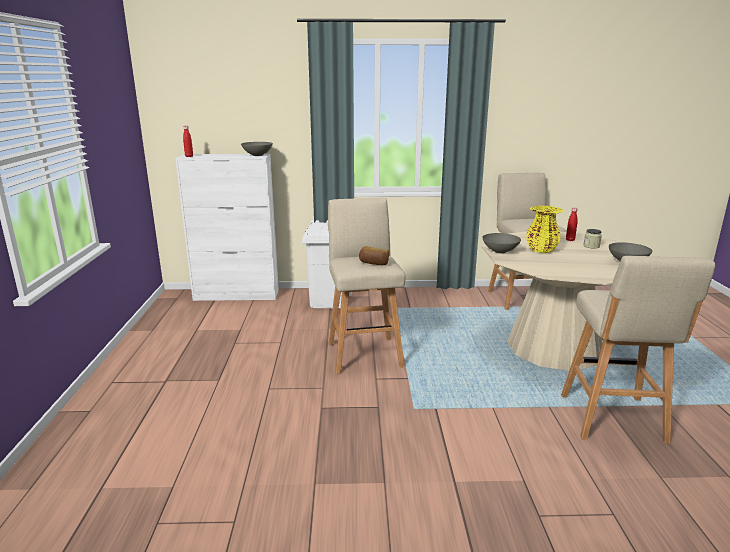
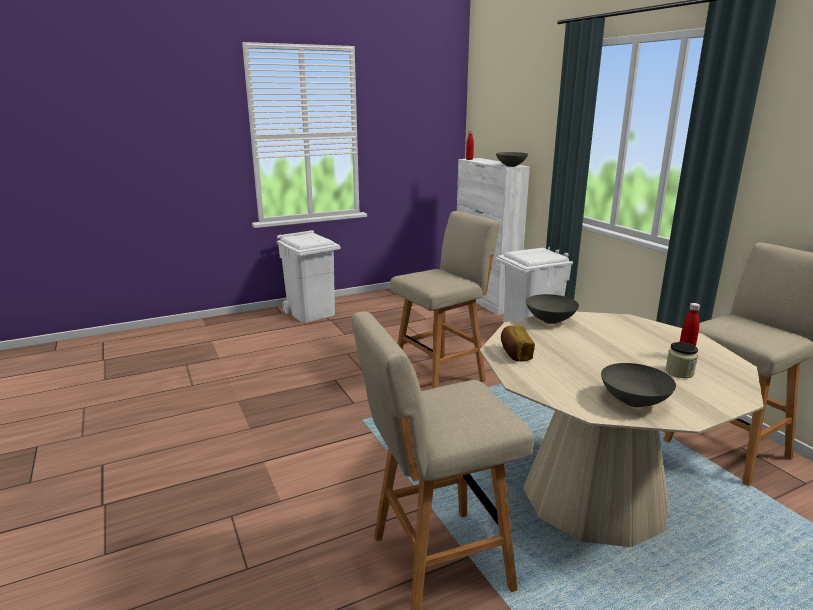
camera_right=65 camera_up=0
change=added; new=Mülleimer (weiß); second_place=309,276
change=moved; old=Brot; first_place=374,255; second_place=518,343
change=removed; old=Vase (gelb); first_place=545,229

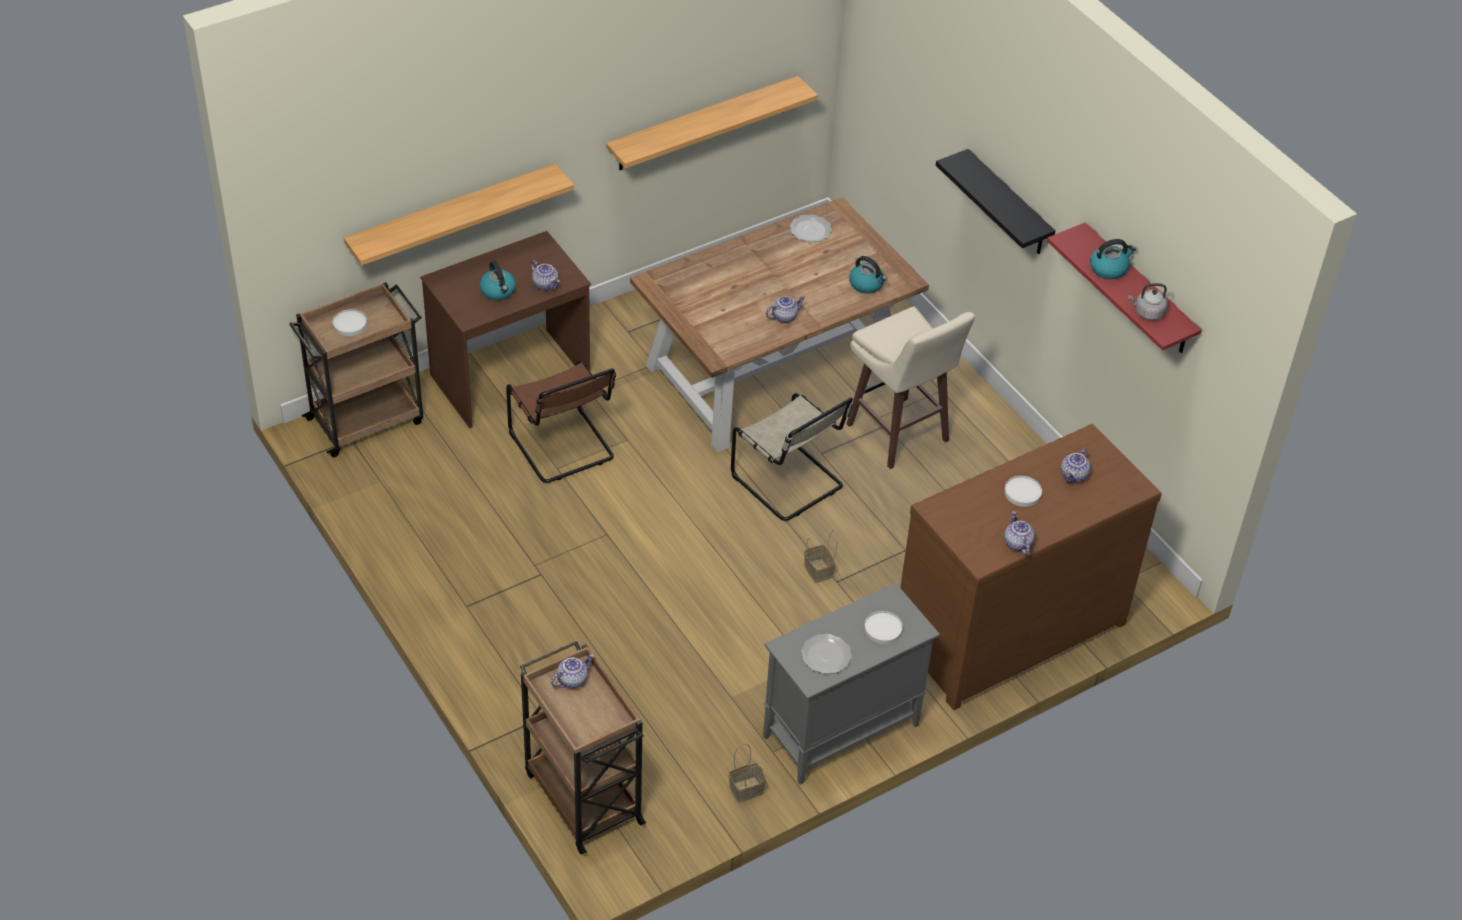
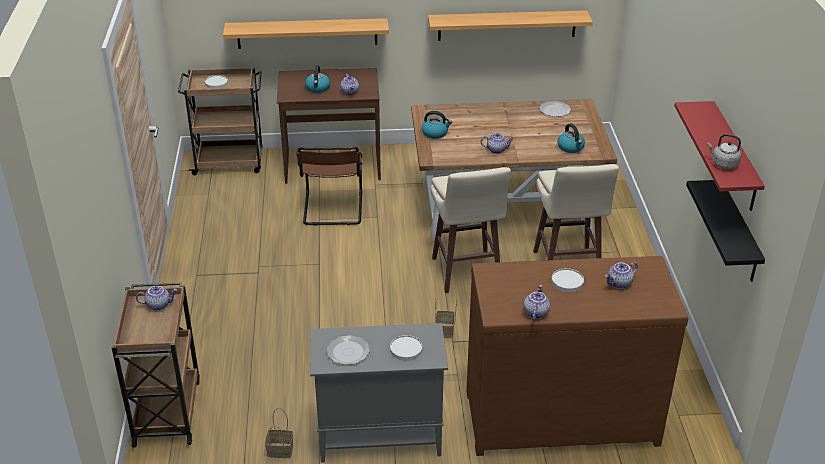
camera_right=30 camera_up=-10
change=moved; old=Wasserkessel; first_place=1113,259; second_place=437,125
change=replaced; old=Stuhl (beige); new=Hocker (beige); first_place=792,457; second_place=471,230
change=moved; old=Wandregal (schwarz); first_place=995,201; second_place=725,231

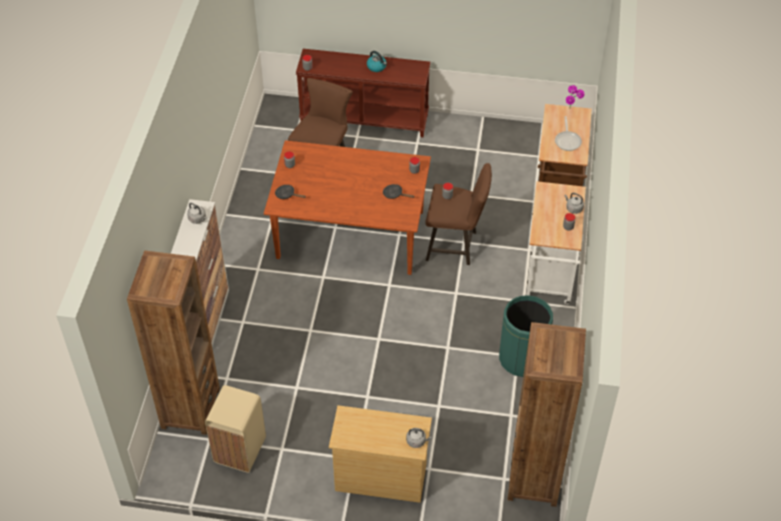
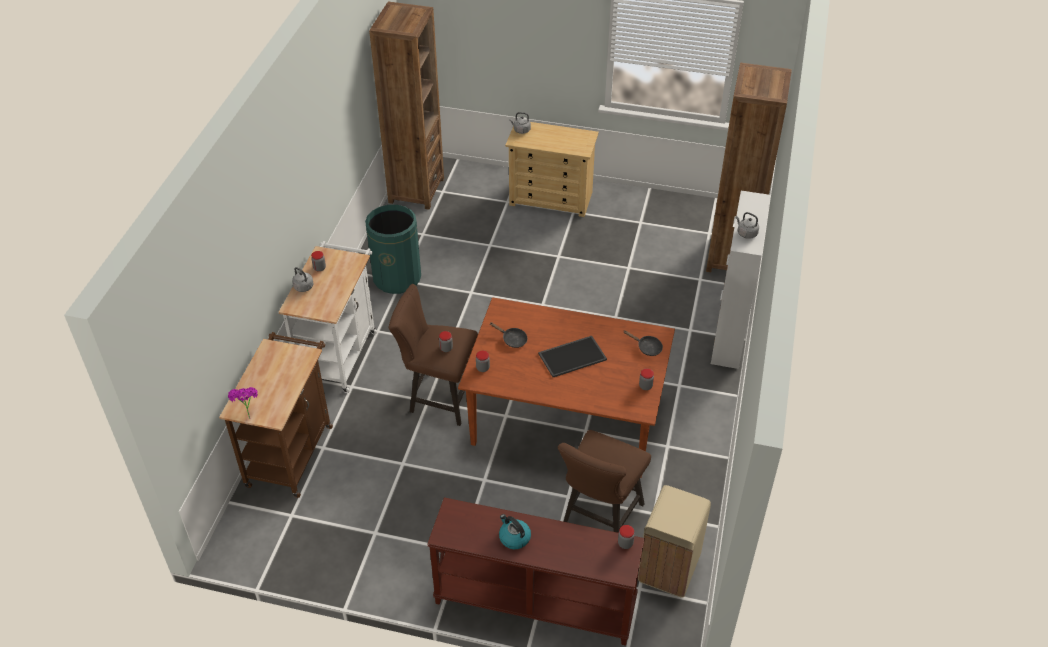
camera_right=-175 camera_up=-5
change=added; new=Tablett; second_place=572,356
change=moved; old=Mülleimer (beige); first_place=235,429; second_place=674,541
change=removed; old=Pfanne; first_place=568,133

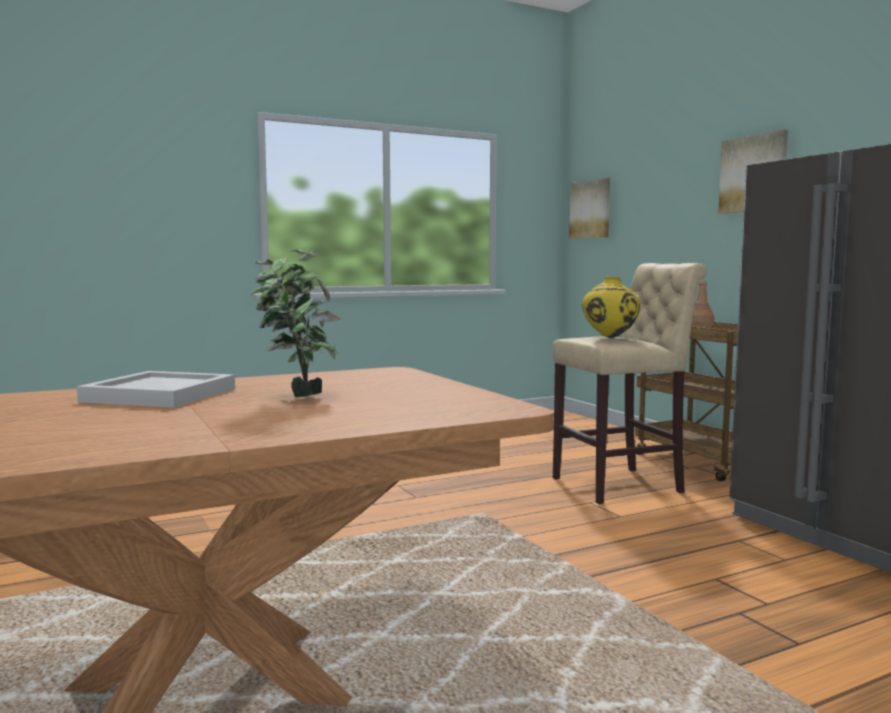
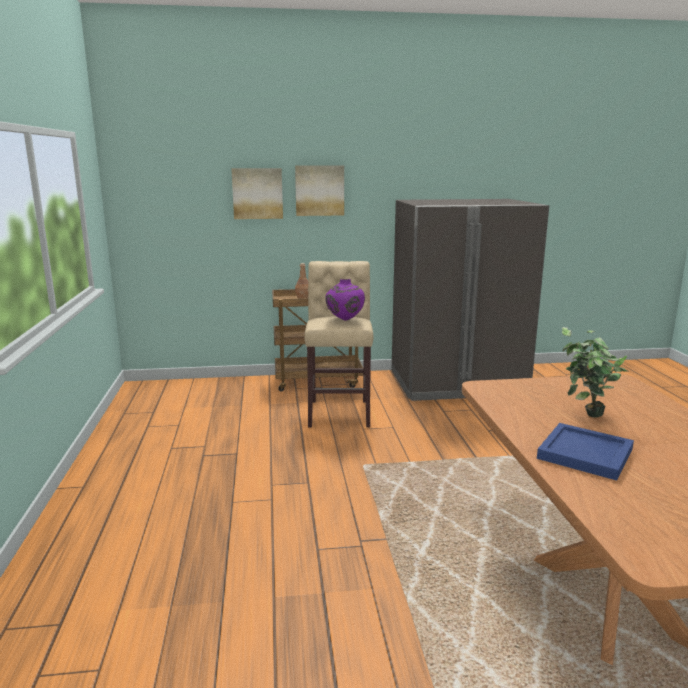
camera_right=-70 camera_up=10
change=moved; old=Bild; first_place=589,208; second_place=257,193
change=recoloured; old=Vase (gelb); new=Vase (lila); first_place=611,307; second_place=345,300
change=recoloured; old=Tablett (weiß); new=Tablett (blau); first_place=156,389; second_place=585,452

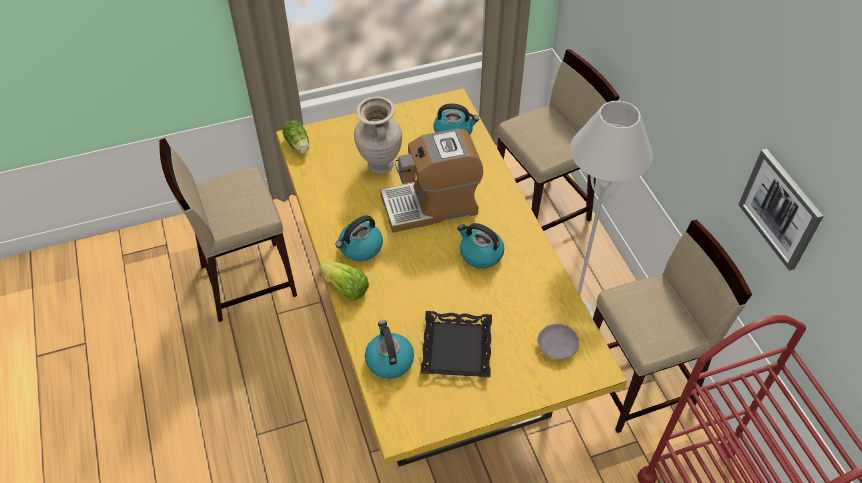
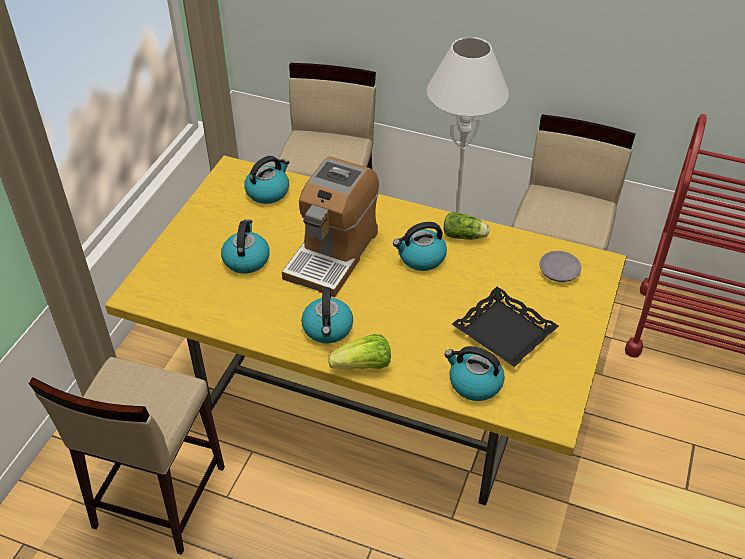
camera_right=-50 camera_up=-5
change=replaced; old=Vase (beige); new=Wasserkessel; first_place=378,135; second_place=245,246
change=moved; old=Salatkopf; first_place=296,137; second_place=467,226
change=removed; old=Bild; first_place=780,210

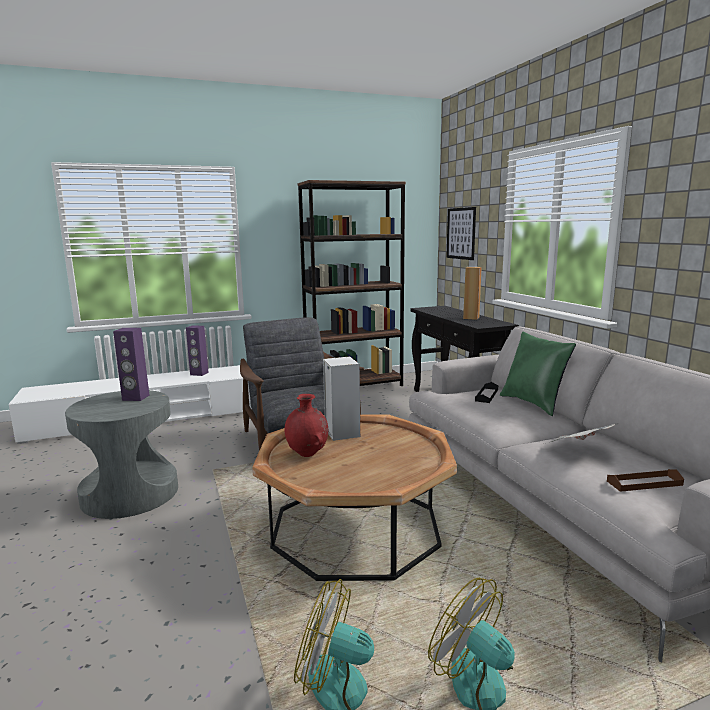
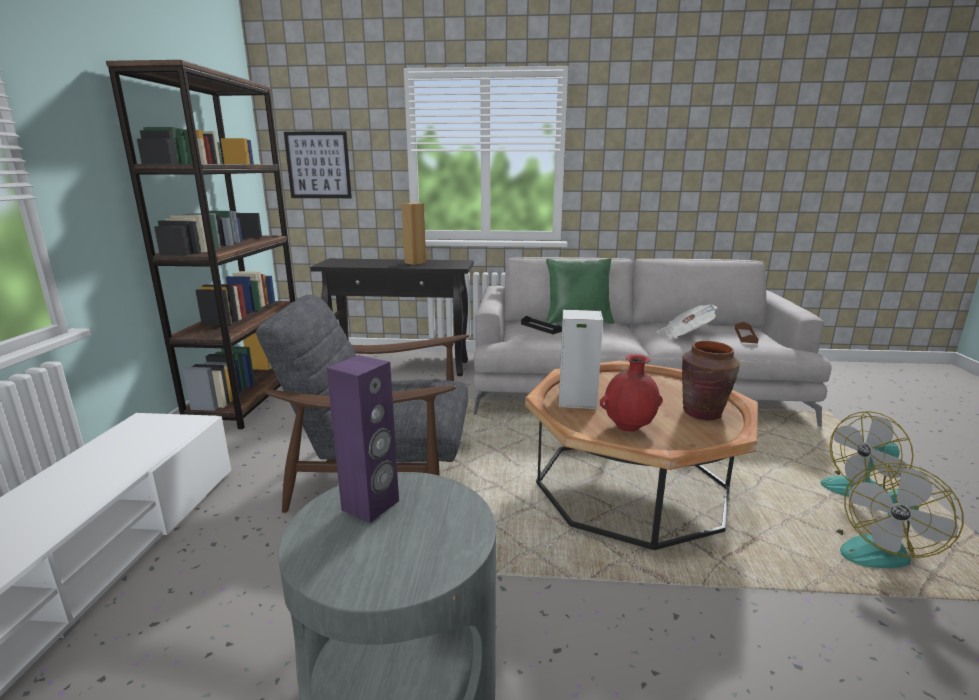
camera_right=-65 camera_up=5
change=added; new=Vase (braun); second_place=711,380
change=removed; old=Lautsprecher (lila); first_place=197,350

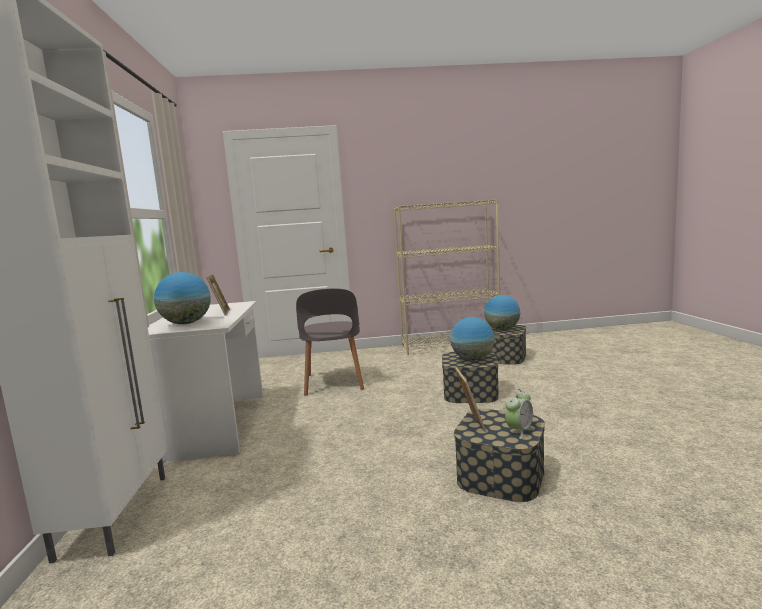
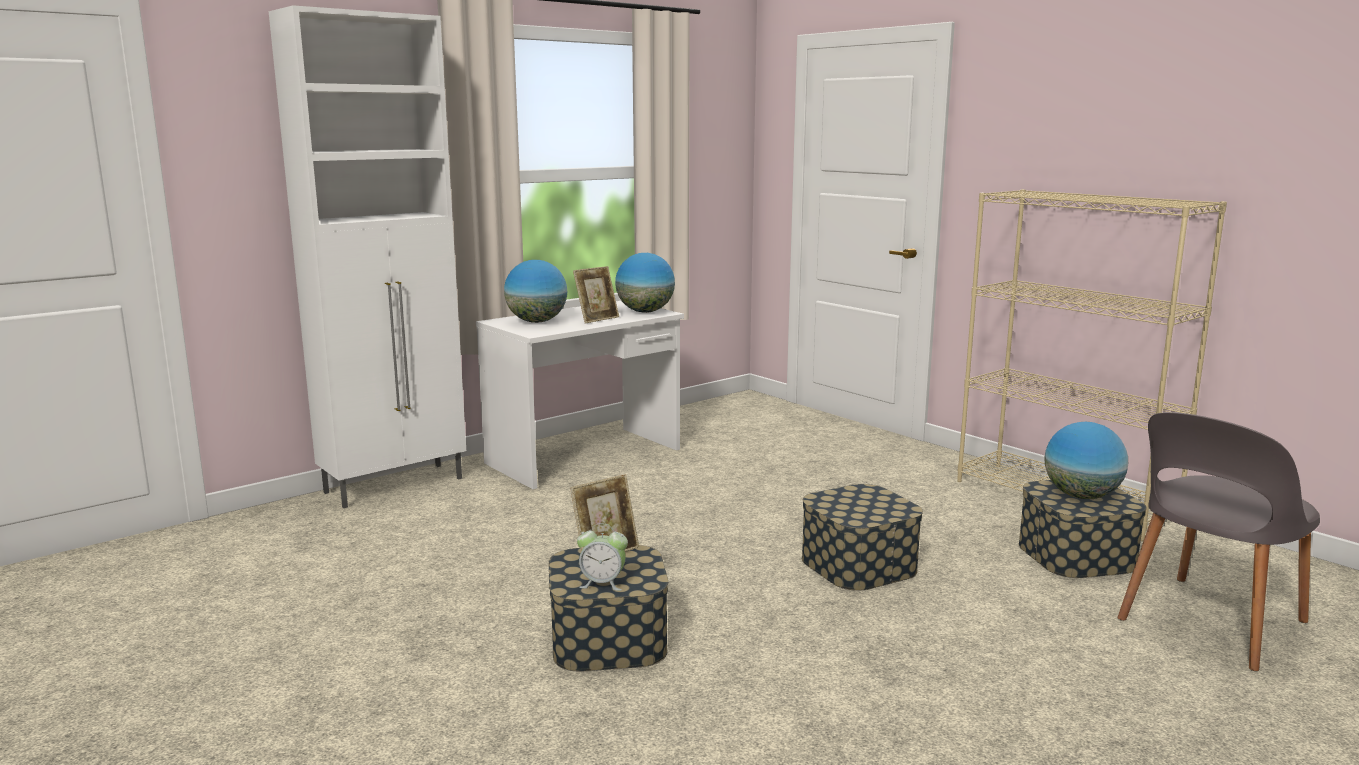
camera_right=55 camera_up=5
change=moved; old=Globus; first_place=472,339; second_place=645,283
change=moved; old=Stuhl (grau); first_place=330,342; second_place=1218,541

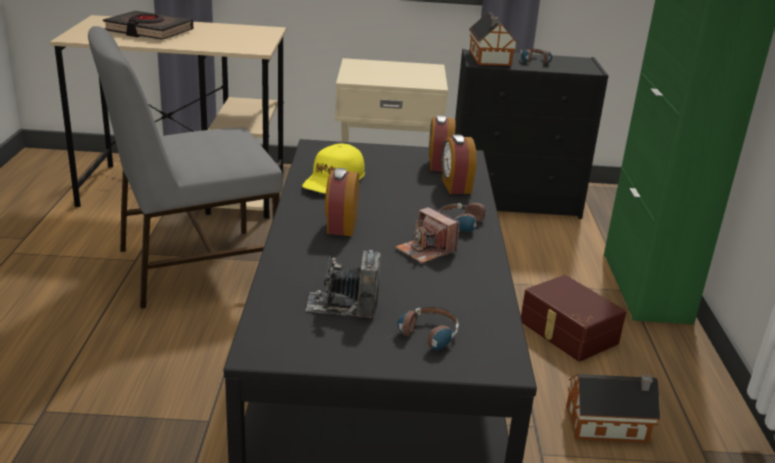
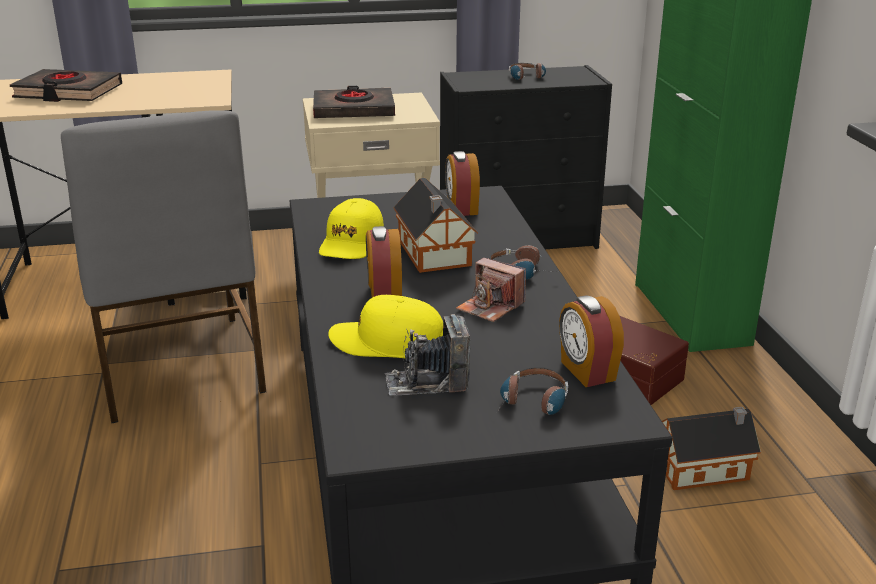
camera_right=-10 camera_up=0
change=turned; old=Stuhl (grau); first_place=185,167; second_place=163,266; degrees=-75
change=added; new=Buch (schwarz); second_place=354,102
change=added; new=Kappe (gelb); second_place=385,326
change=moved; old=Spielzeughaus; first_place=493,39; second_place=435,225
change=moved; old=Wecker; first_place=459,164; second_place=591,341

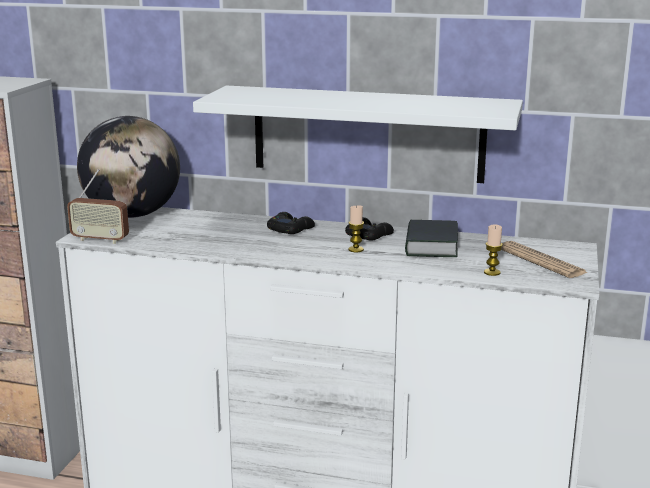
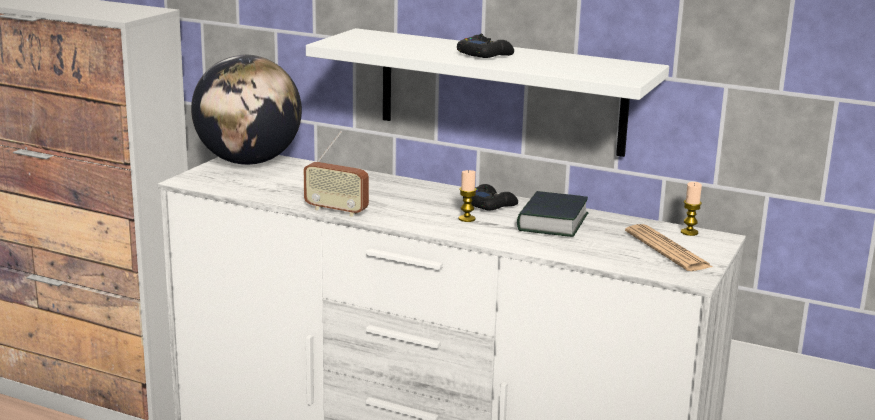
camera_right=10 camera_up=0
change=moved; old=Radio; first_place=98,206; second_place=336,174
change=moved; old=Gamepad (schwarz); first_place=291,223; second_place=485,46
change=moved; old=Kerze; first_place=493,250; second_place=691,209

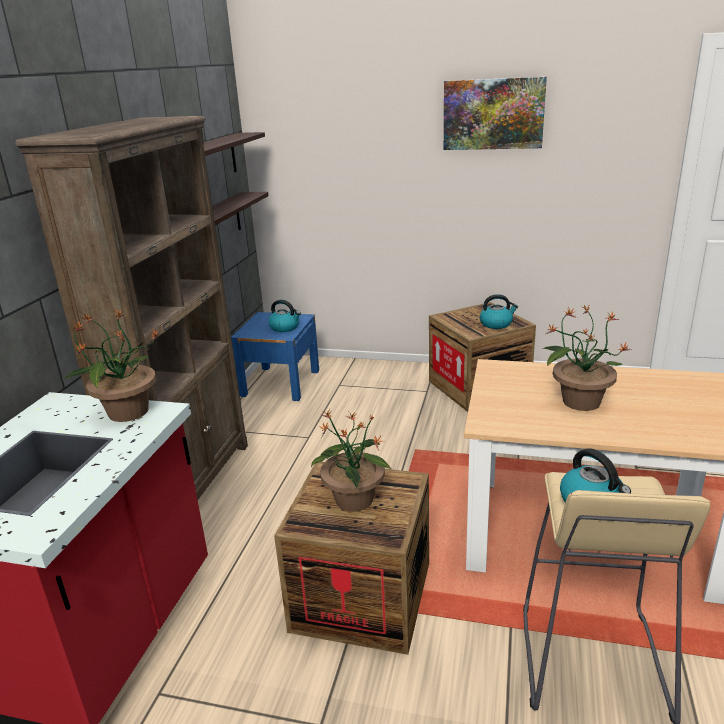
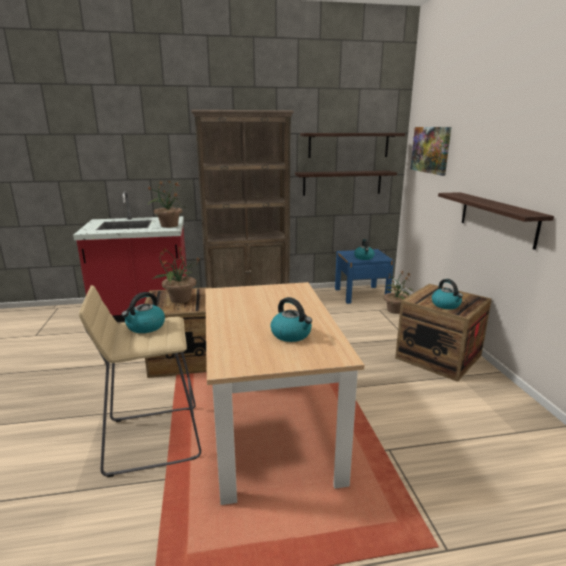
camera_right=65 camera_up=-5
change=added; new=Wasserkessel; second_place=291,319
change=moved; old=Topfpflanze; first_place=587,358; second_place=397,292
change=moved; old=Bild; first_place=495,113; second_place=431,151
change=added; new=Wandregal; second_place=496,221

